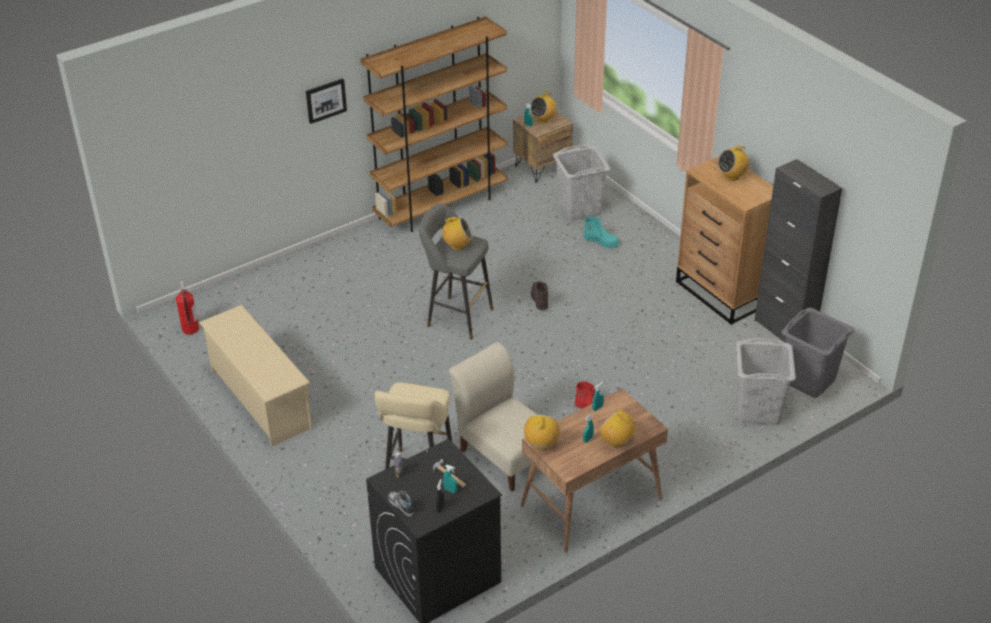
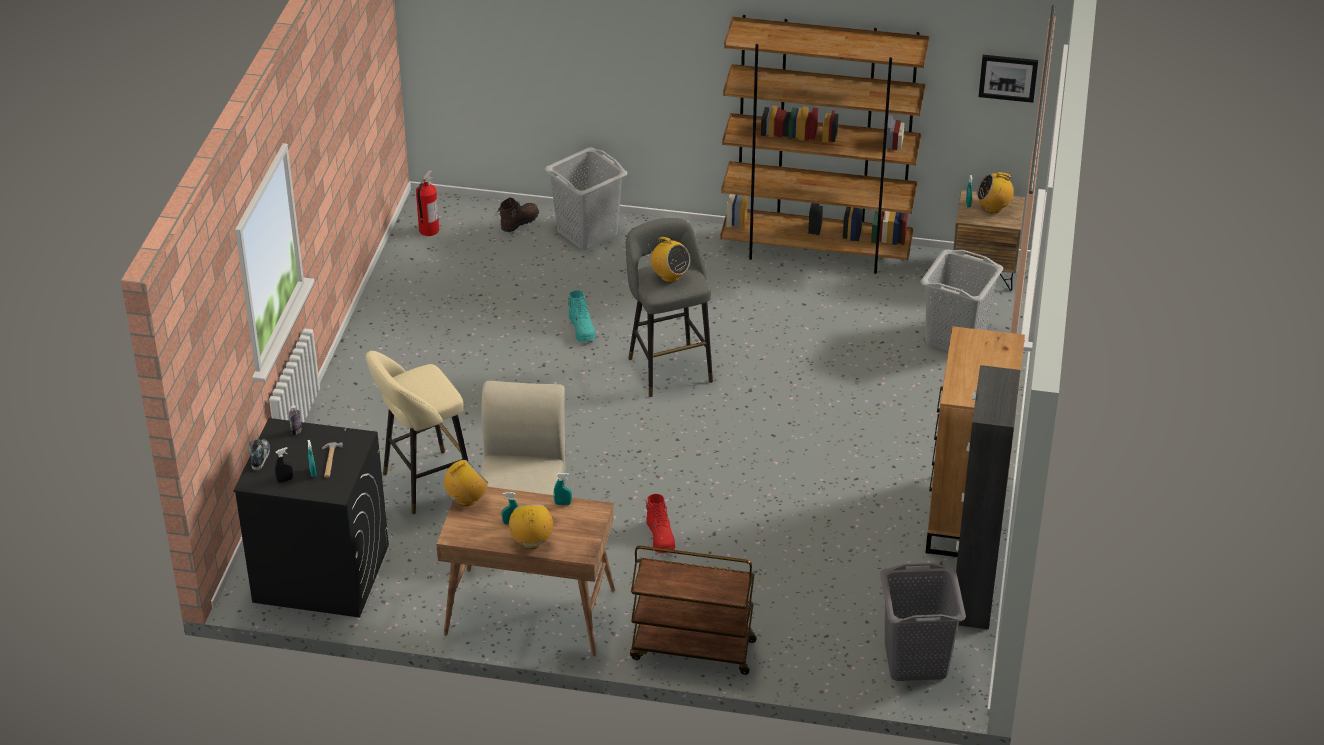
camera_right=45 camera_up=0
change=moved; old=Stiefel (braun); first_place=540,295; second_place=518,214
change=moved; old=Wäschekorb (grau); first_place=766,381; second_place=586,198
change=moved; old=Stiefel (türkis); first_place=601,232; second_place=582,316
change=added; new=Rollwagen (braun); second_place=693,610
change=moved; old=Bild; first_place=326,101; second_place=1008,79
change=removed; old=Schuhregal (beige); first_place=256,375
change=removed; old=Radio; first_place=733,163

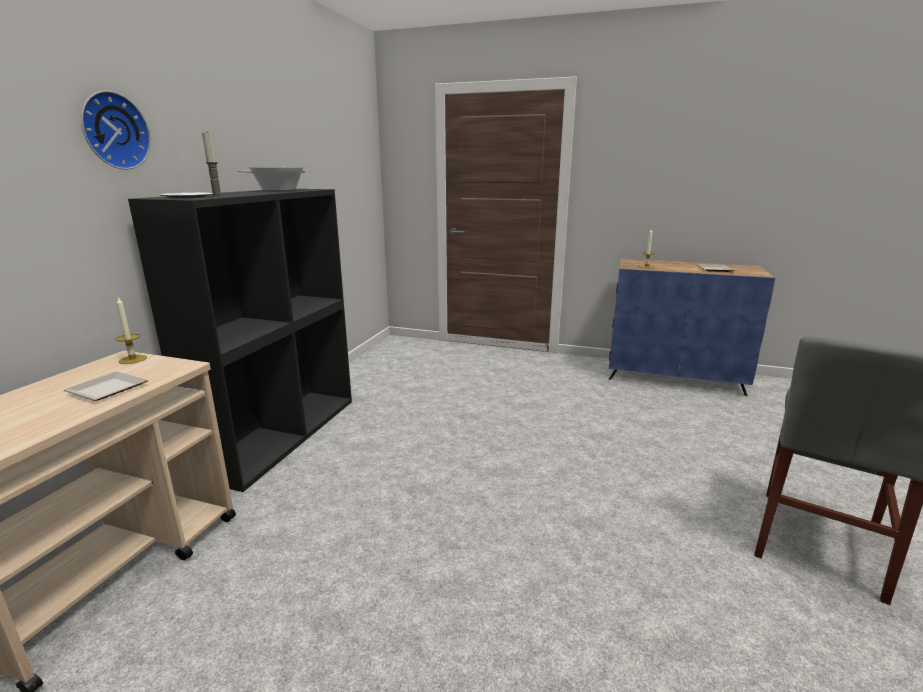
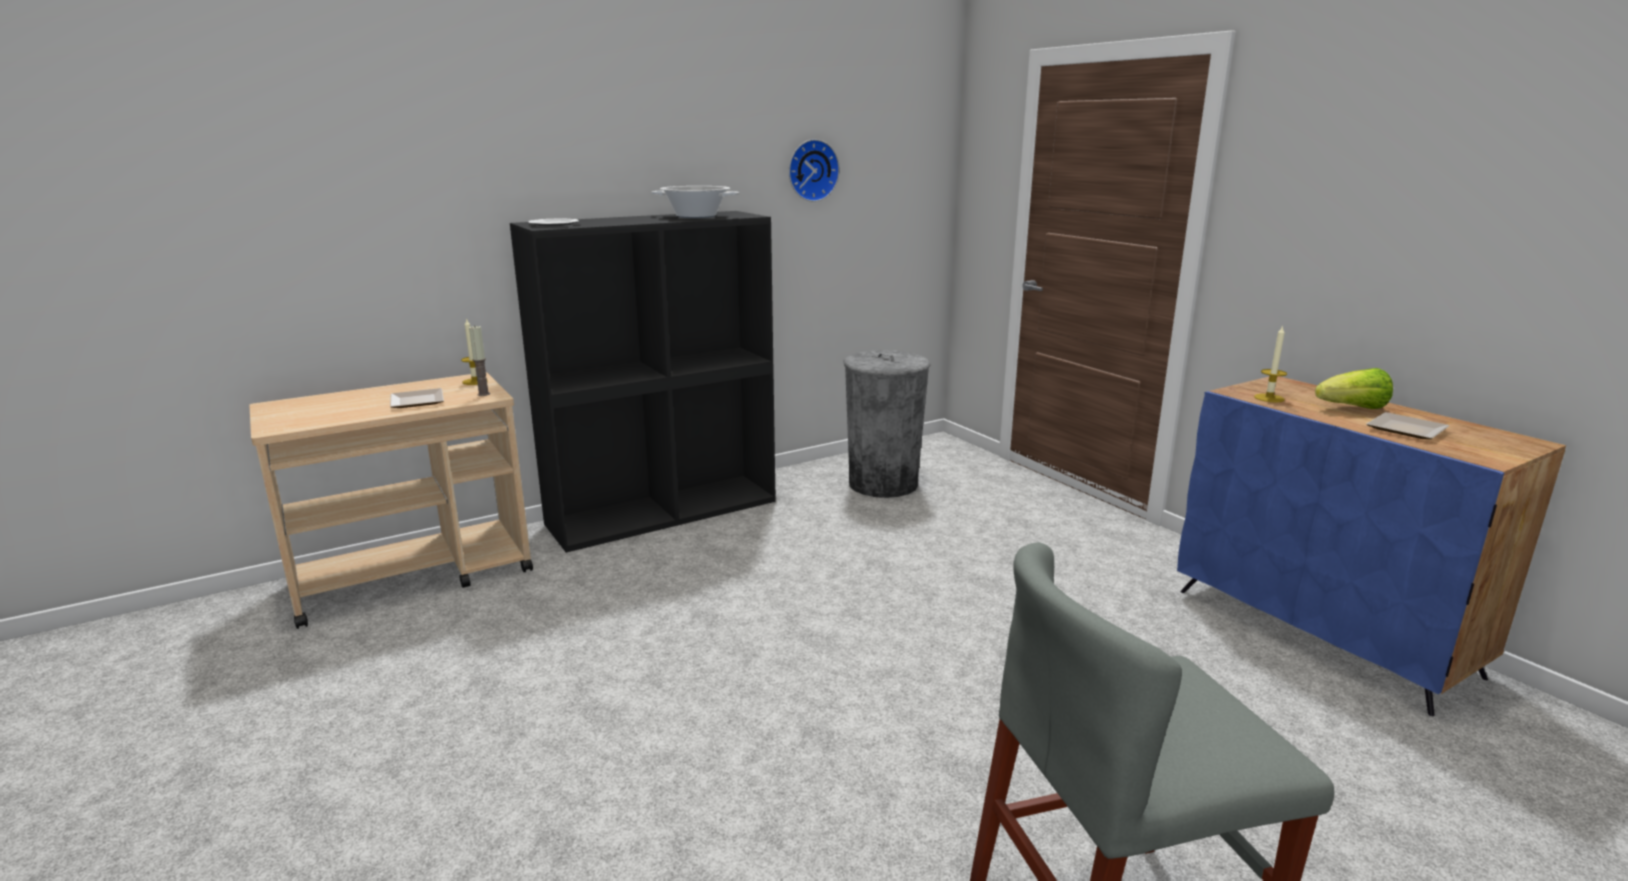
camera_right=40 camera_up=0
change=moved; old=Kerze; first_place=212,164; second_place=479,360
change=moved; old=Wanduhr; first_place=116,130; second_place=814,170
change=added; new=Mülleimer (grau); second_place=887,424
change=added; new=Salatkopf; second_place=1354,388

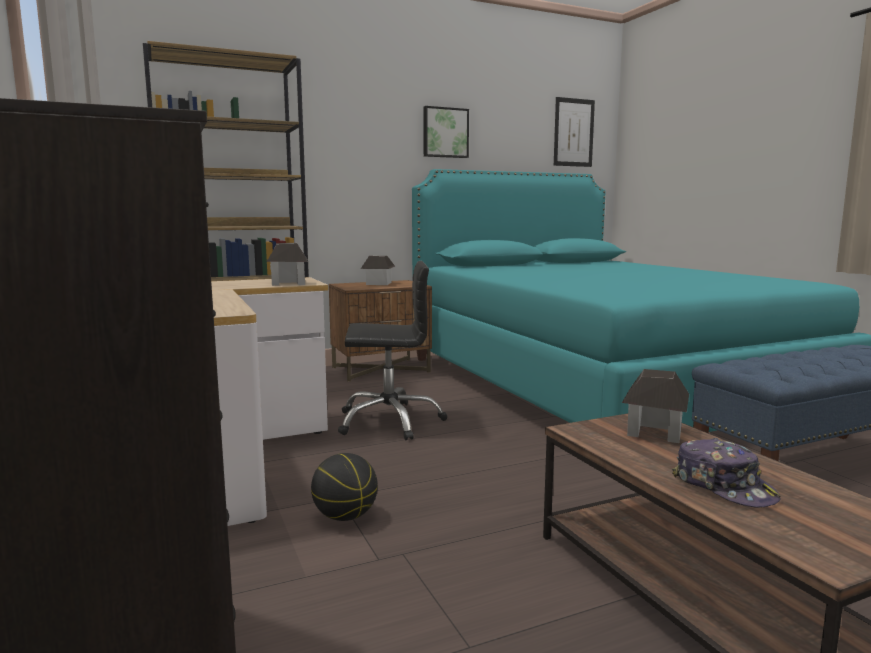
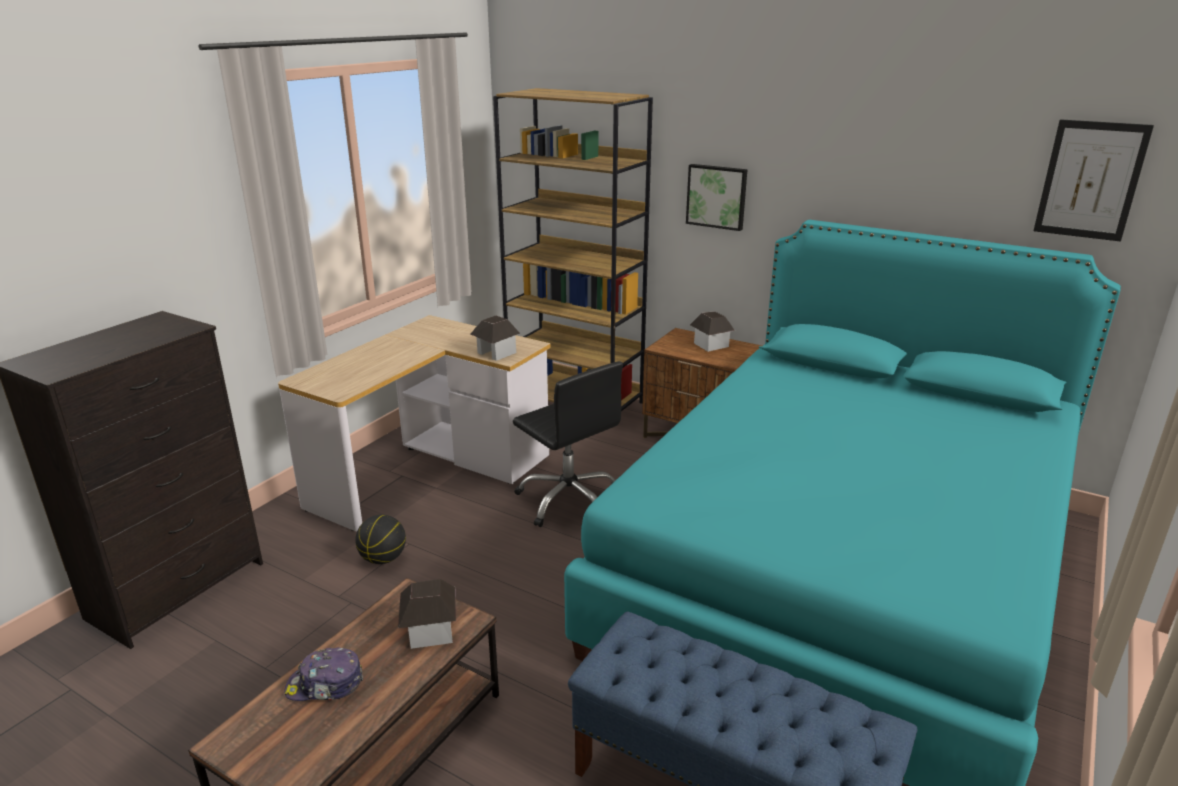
camera_right=55 camera_up=15
change=turned; old=Kappe; first_place=726,473; second_place=323,674; degrees=60
change=moved; old=Bild; first_place=446,132; second_place=717,197

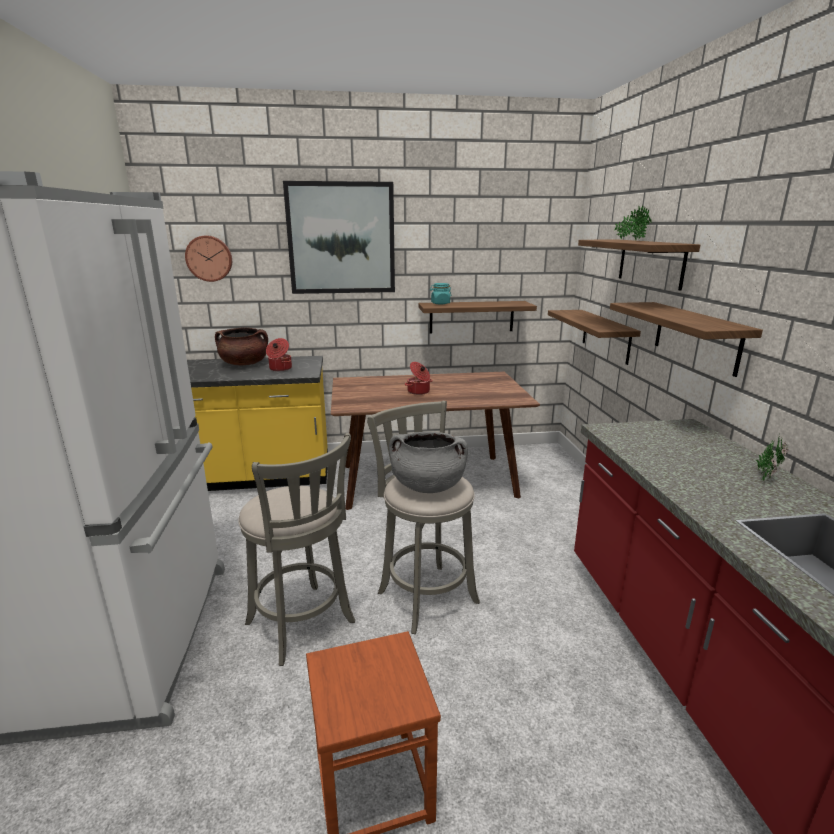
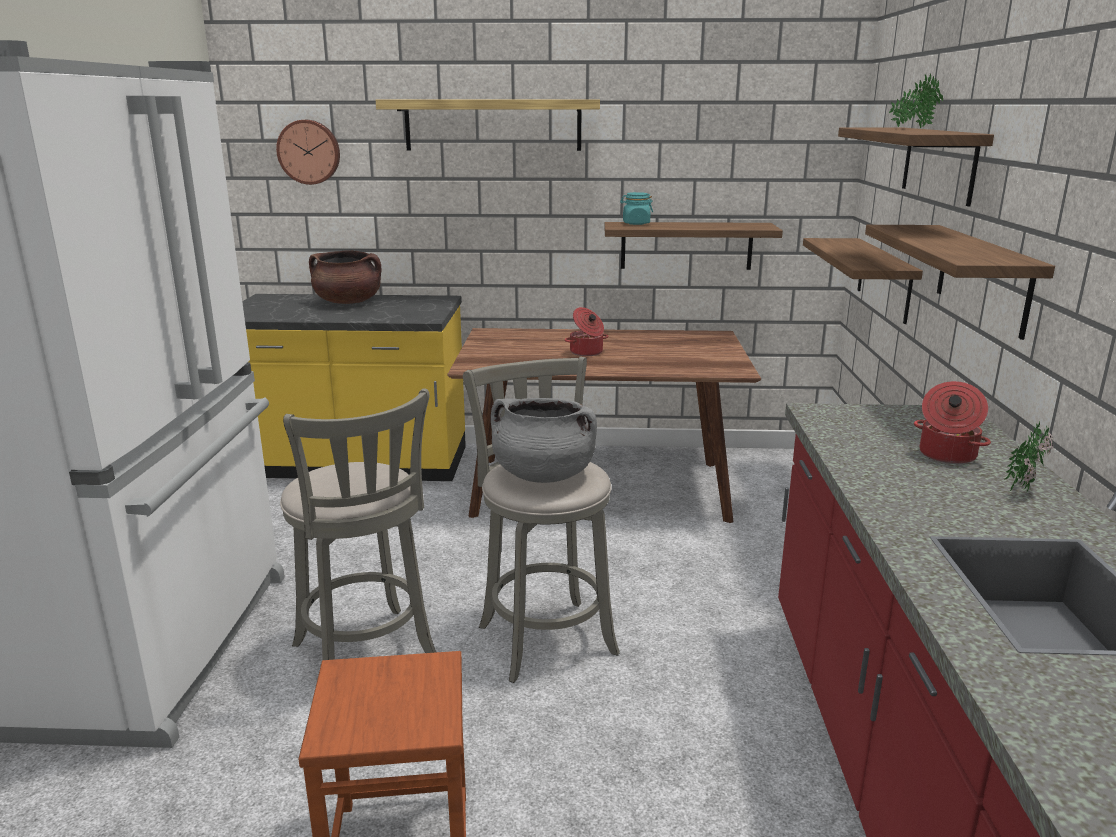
camera_right=10 camera_up=0
change=replaced; old=Bild; new=Wandregal; first_place=339,237; second_place=488,125
change=moved; old=Kochtopf; first_place=279,354; second_place=952,422

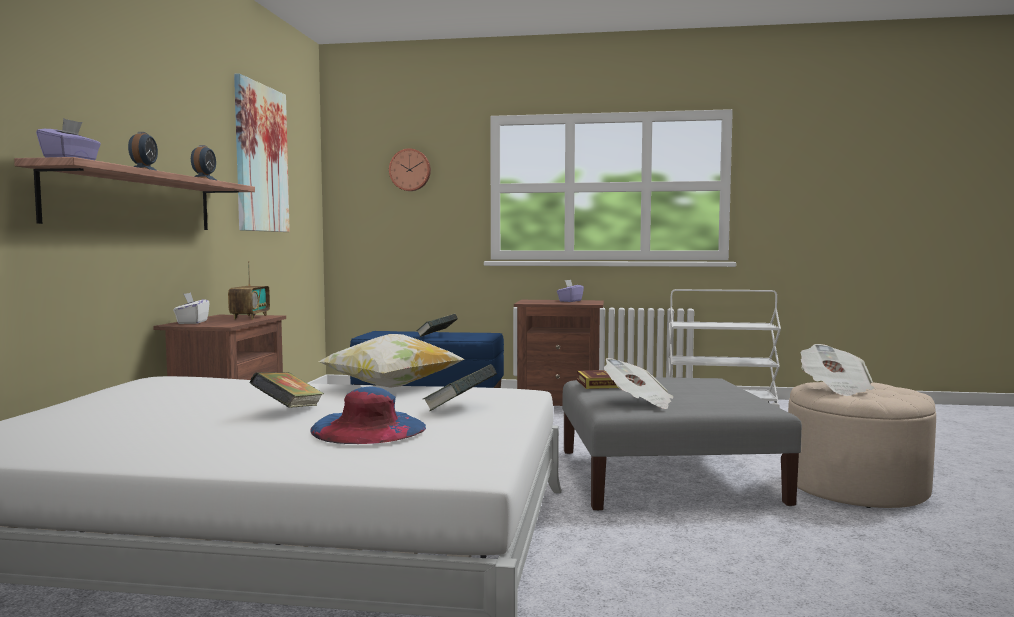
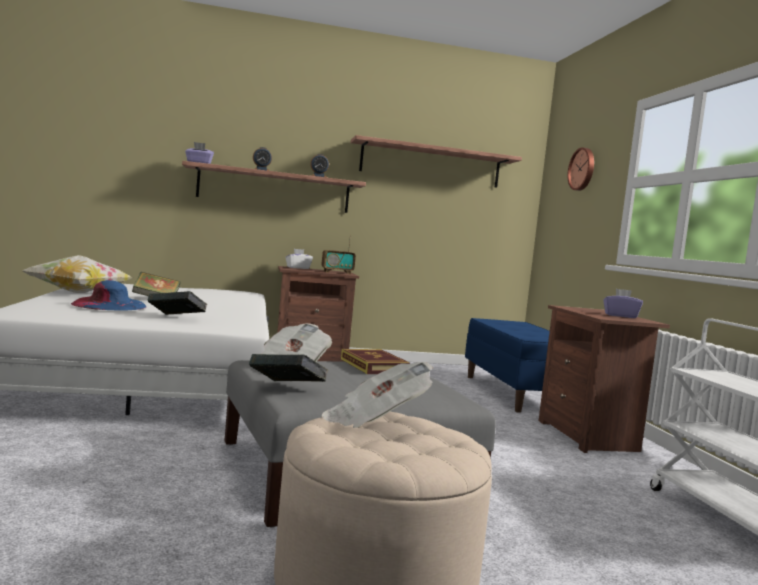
camera_right=70 camera_up=0
change=moved; old=Kissen; first_place=391,360; second_place=78,274
change=moved; old=Buch; first_place=437,325; second_place=288,368
change=replaced; old=Bild; new=Wandregal; first_place=262,152; second_place=436,161

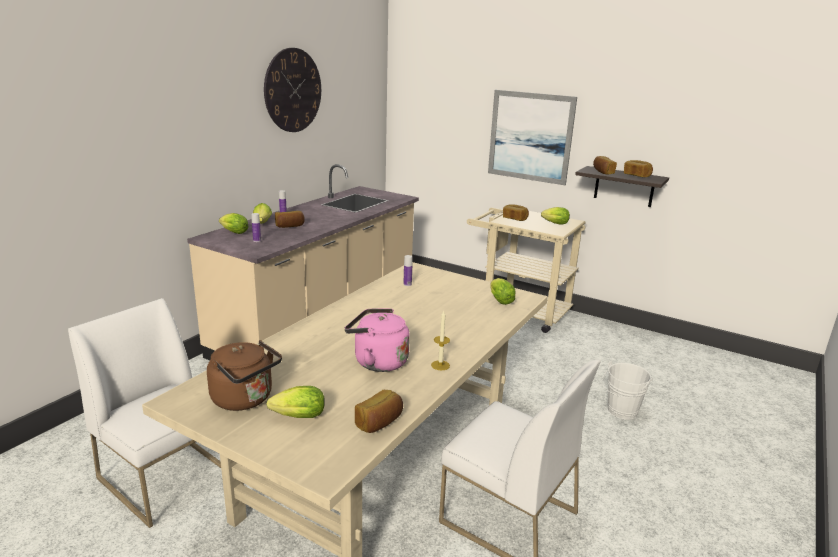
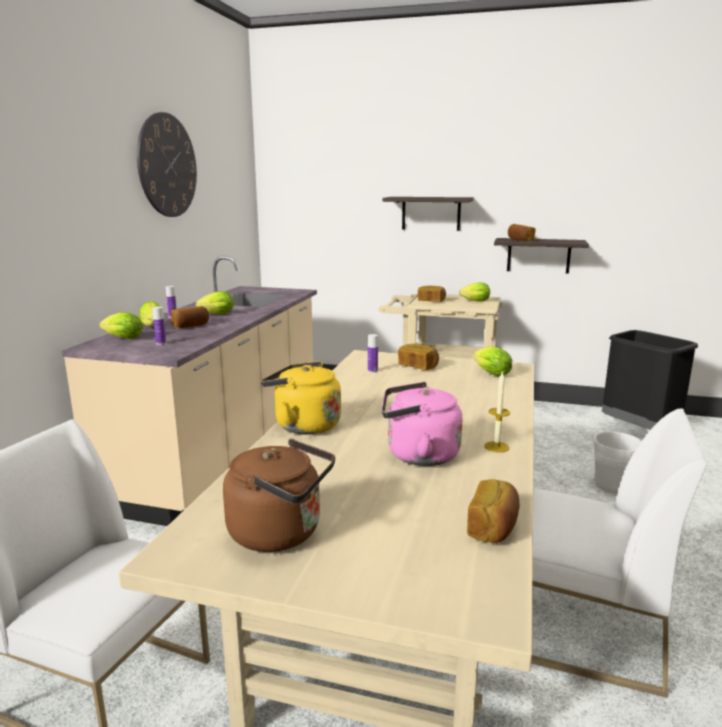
camera_right=-15 camera_up=-5
change=moved; old=Salatkopf; first_place=296,402; second_place=214,302
change=added; new=Wasserkessel (gelb); second_place=301,397
change=replaced; old=Bild; new=Wandregal; first_place=532,137; second_place=428,214
change=moved; old=Brot; first_place=638,168; second_place=418,357
change=added; new=Mülleimer (schwarz); second_place=650,380

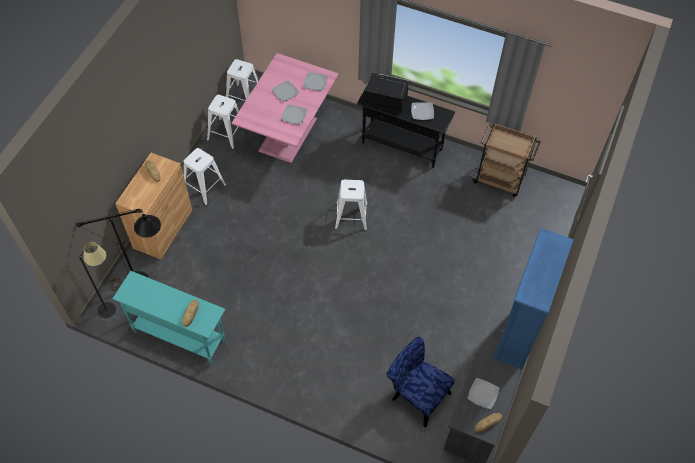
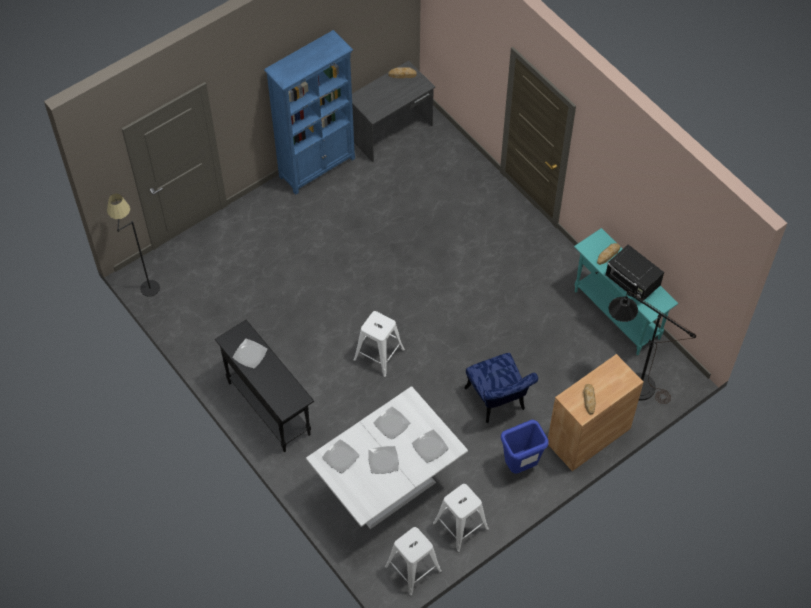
camera_right=-150 camera_up=0
change=moved; old=Stehlampe (schwarz); first_place=97,280; second_place=133,245
change=recoloured; old=Esstisch (rosa); new=Esstisch (weiß); first_place=285,108; second_place=387,457
change=moved; old=Teller; first_place=484,393; second_place=430,446
change=moved; old=Stuhl (blau); first_place=420,382; second_place=501,388
change=replaced; old=Hocker (weiß); new=Mülleimer (blau); first_place=205,176; second_place=525,447
change=moved; old=Mikrowelle (schwarz); first_place=387,92; second_place=635,274
change=removed; old=Rollwagen (braun); first_place=506,160

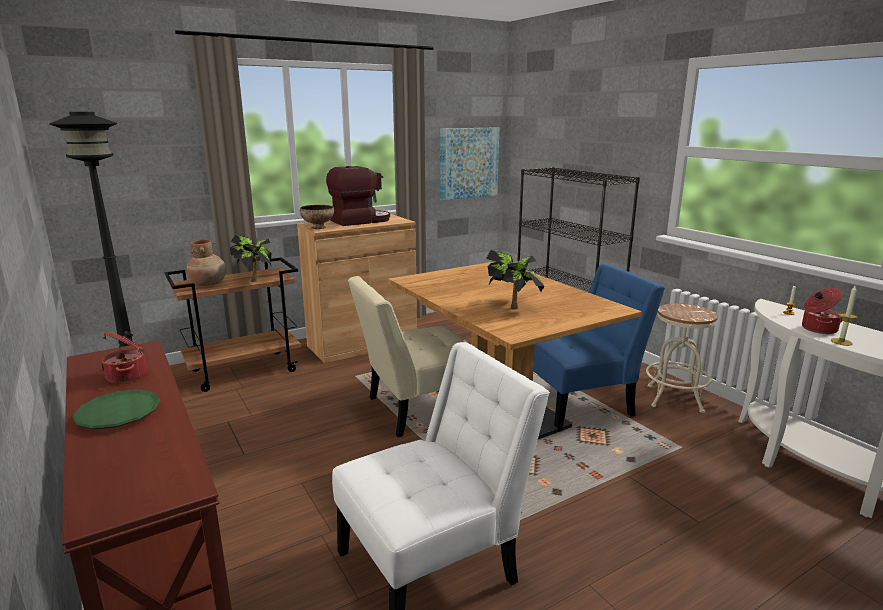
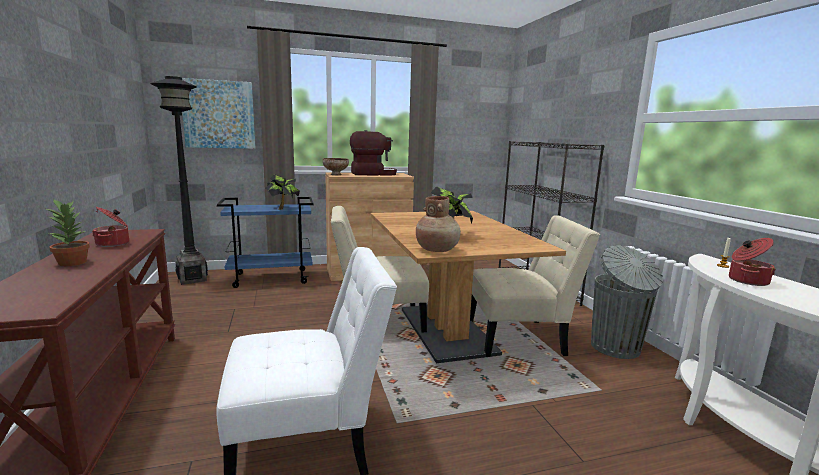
camera_right=15 camera_up=-5
change=replaced; old=Teller (grün); new=Topfpflanze; first_place=116,409; second_place=68,232
change=moved; old=Bild; first_place=469,163; second_place=219,113
change=recoloured; old=Rollwagen (braun); new=Rollwagen (blau); first_place=232,324; second_place=265,242
change=moved; old=Vase (braun); first_place=206,262; second_place=438,224
change=recoloured; old=Stuhl (blau); new=Stuhl (beige); first_place=599,348; second_place=535,286
change=replaced; old=Hocker (beige); new=Mülleimer (grau); first_place=682,358; second_place=627,302
change=removed; old=Kerze; first_place=843,316

